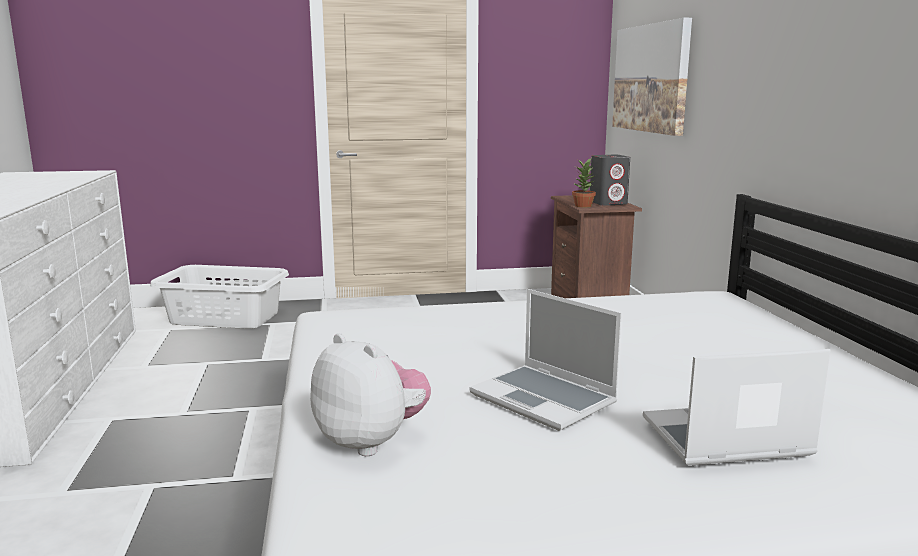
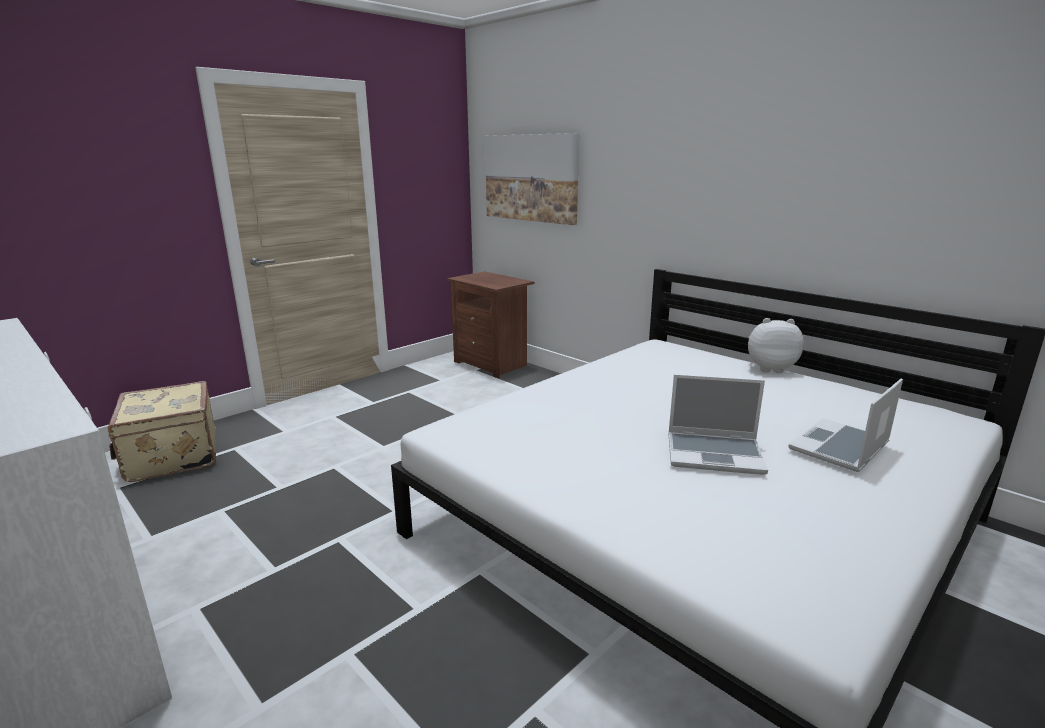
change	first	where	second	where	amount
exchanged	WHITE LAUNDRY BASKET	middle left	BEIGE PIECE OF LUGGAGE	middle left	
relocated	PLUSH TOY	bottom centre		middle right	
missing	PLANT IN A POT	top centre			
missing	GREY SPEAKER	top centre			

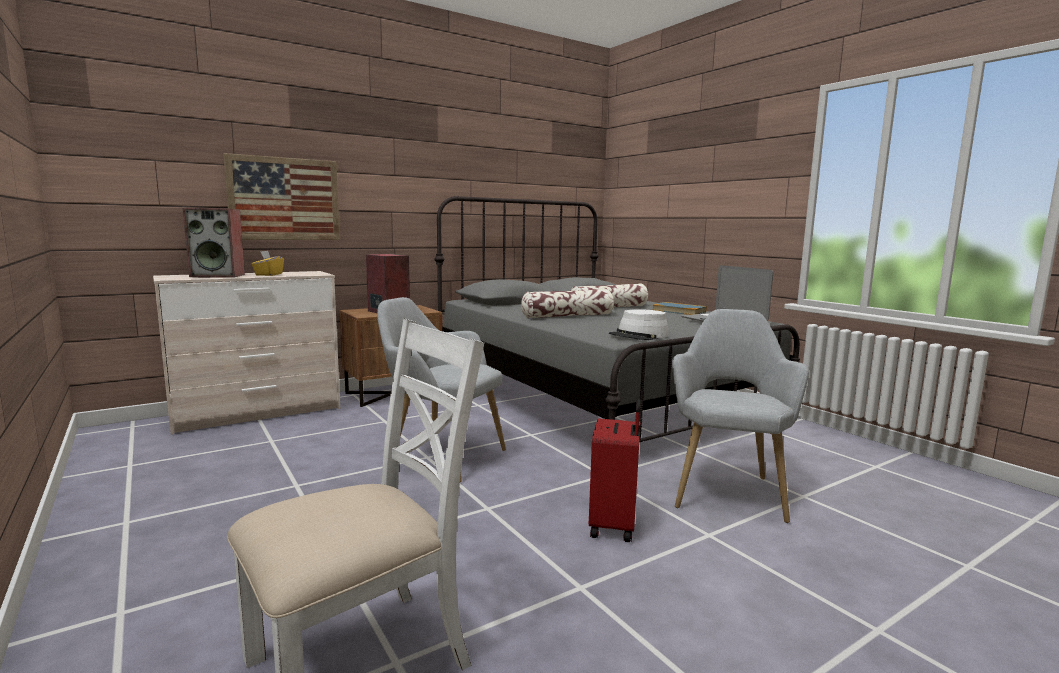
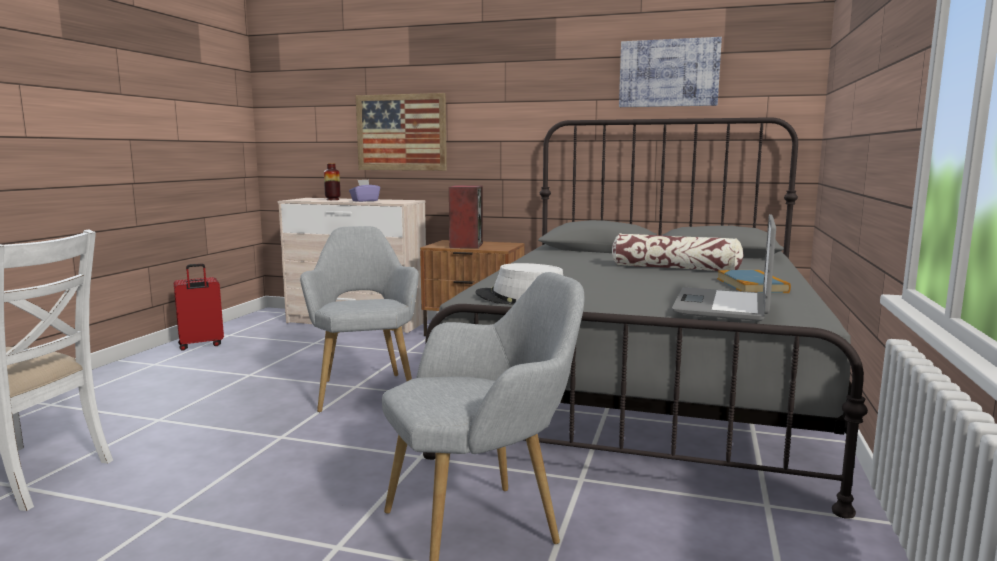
change	first	where	second	where	amount
relocated	RED PIECE OF LUGGAGE	bottom centre		middle left	
exchanged	SPEAKER (no. 1 from left)	middle left	FLOWER VASE	top left	
colour	YELLOW-COLOURED TISSUE HOLDER	middle left	PURPLE-COLOURED TISSUE HOLDER	centre	
appeared			PICTURE (no. 2 from left)	top right	
missing	THROW PILLOW (no. 1 from left)	centre			

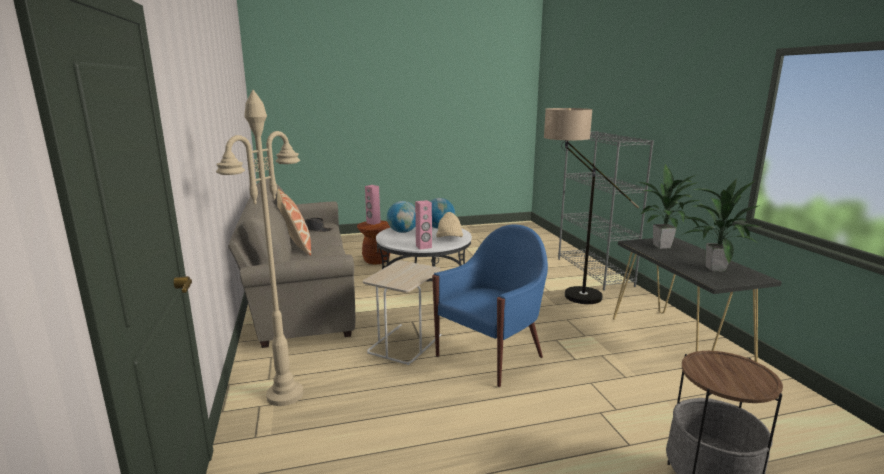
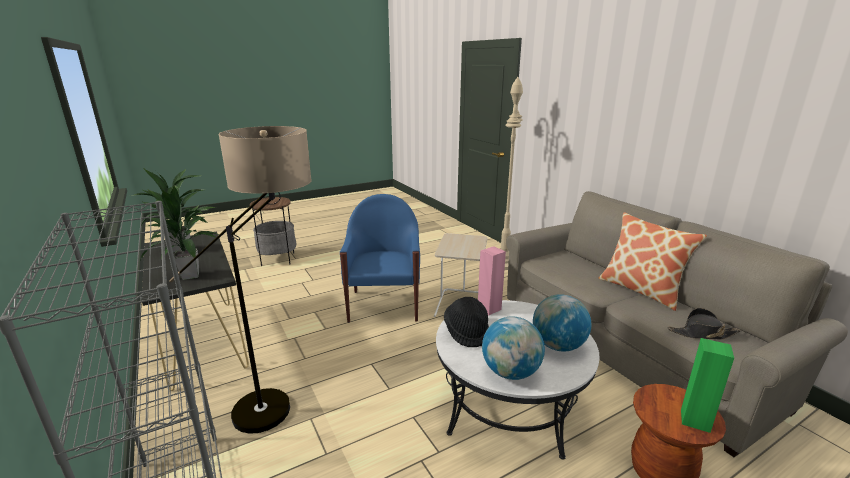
change	first	where	second	where	amount
spun	BLUE-COLOURED ARMCHAIR	centre		centre	150 degrees clockwise
colour	BEIGE WEARABLE HAT	centre	BLACK-COLOURED WEARABLE HAT (no. 1 from left)	bottom centre	
colour	PINK-COLOURED SPEAKER (no. 1 from left)	centre	GREEN SPEAKER	bottom right	

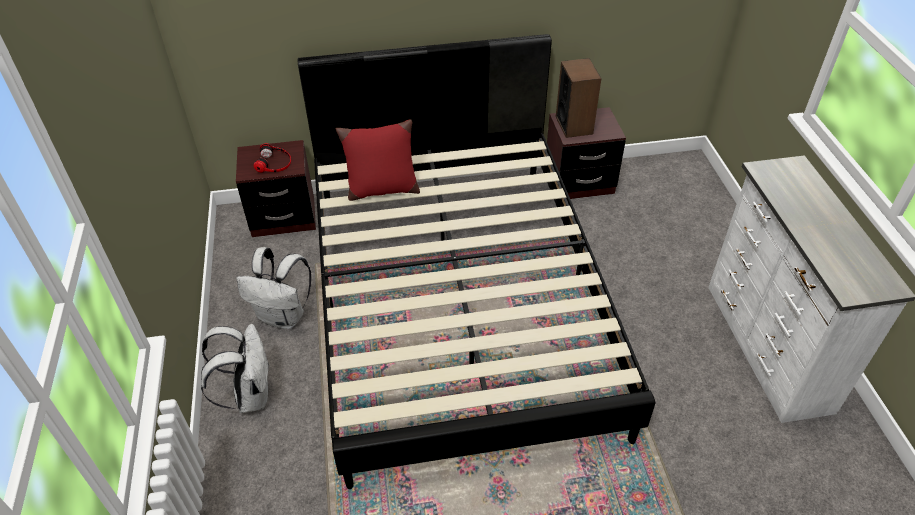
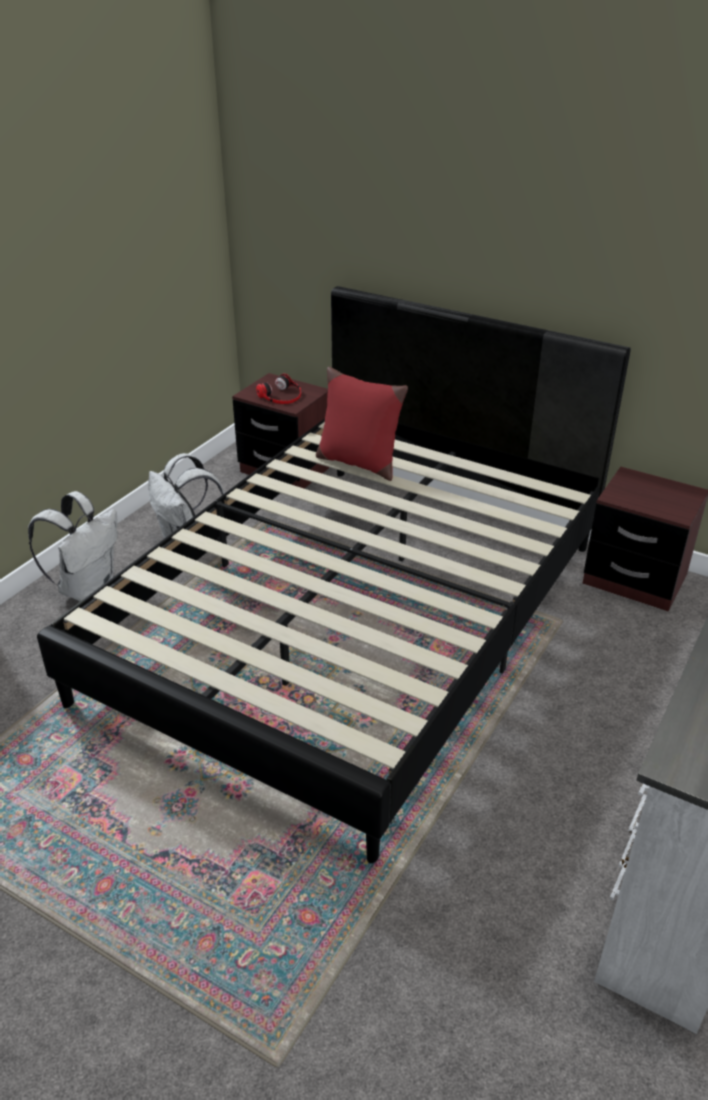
change	first	where	second	where	amount
missing	SPEAKER	top centre			

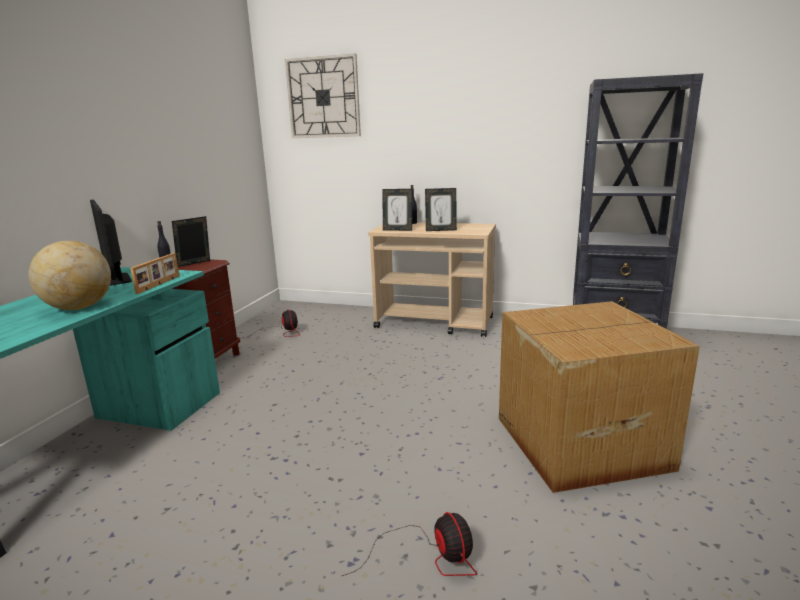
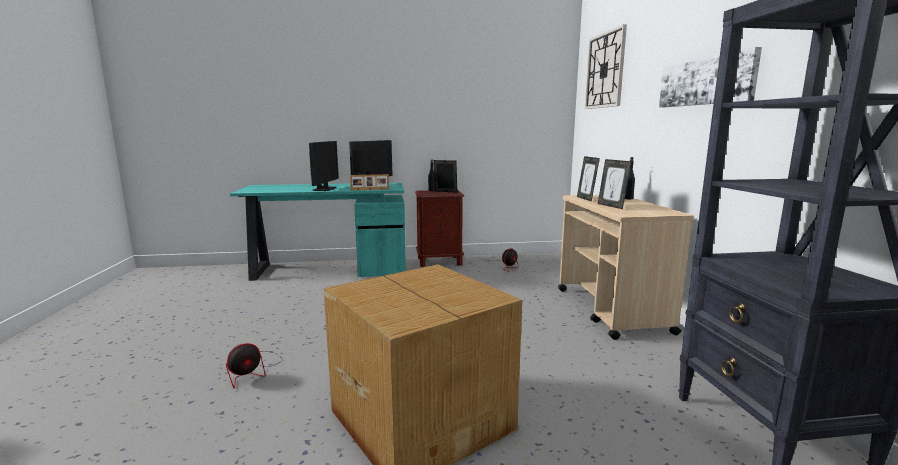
change	first	where	second	where	amount
exchanged	GLOBE	middle left	COMPUTER SCREEN (no. 1 from left)	centre	
appeared			PICTURE	top right	

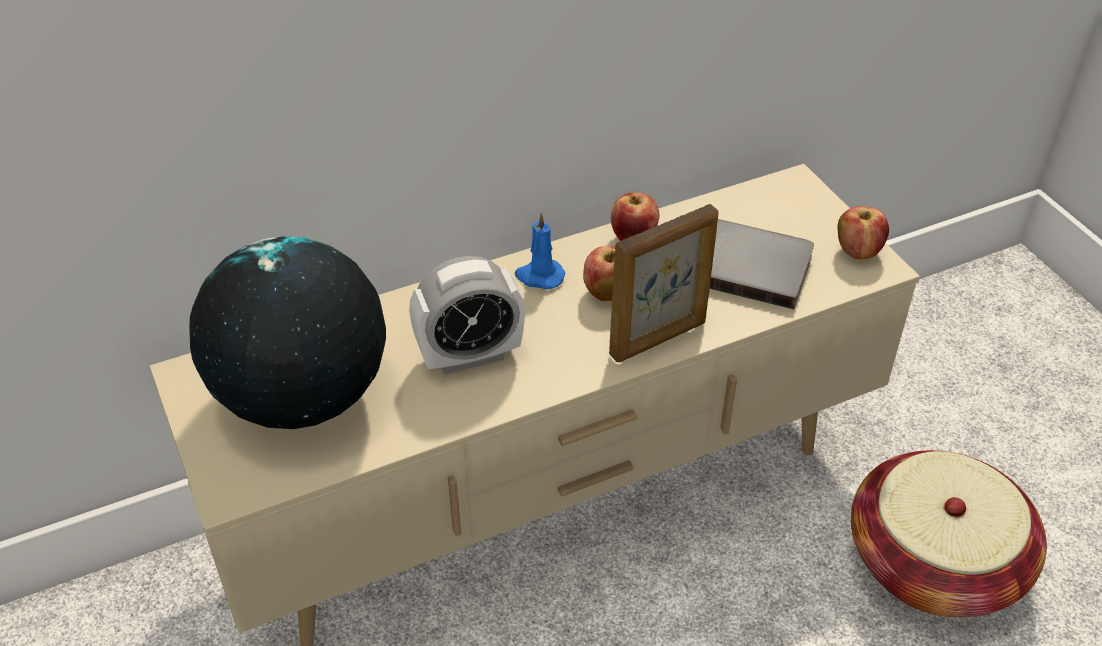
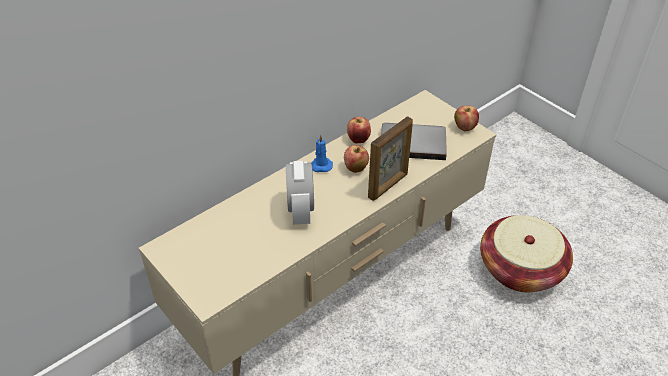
change	first	where	second	where	amount
spun	ALARM CLOCK	centre		centre	120 degrees clockwise
missing	GLOBE	middle left			

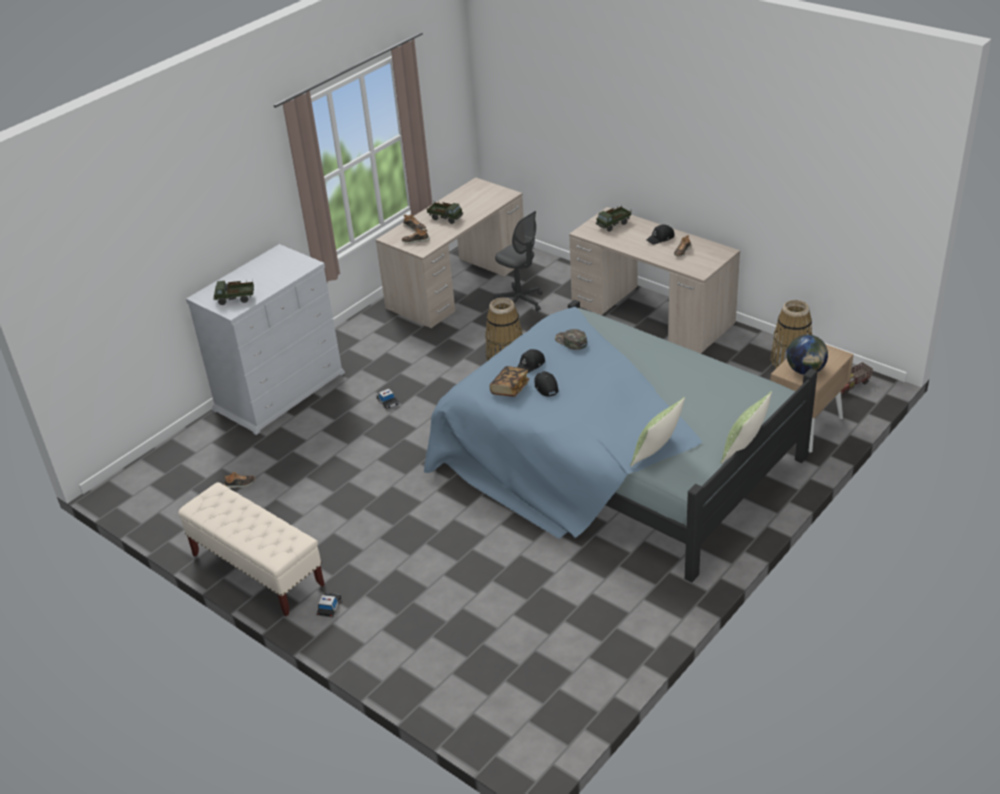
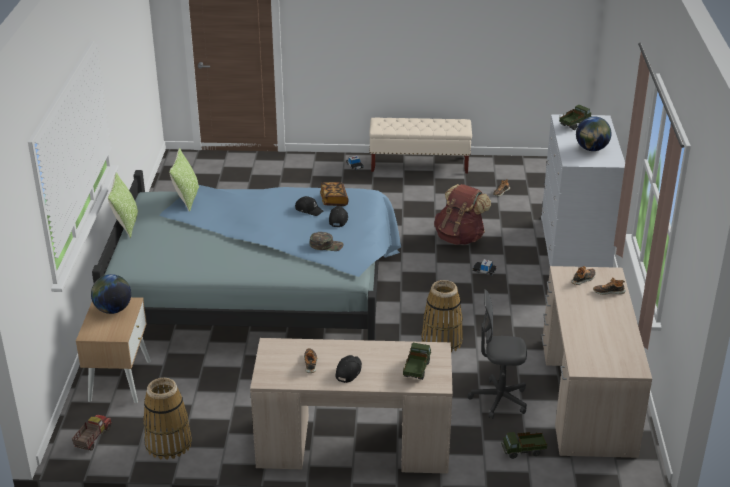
change	first	where	second	where	amount
appeared			BROWNISH KNAPSACK	centre	
relocated	TOY TRUCK (no. 2 from left in the first image)	top centre	TOY TRUCK (no. 3 from left)	bottom right	
appeared			GLOBE (no. 2 from left)	top right	

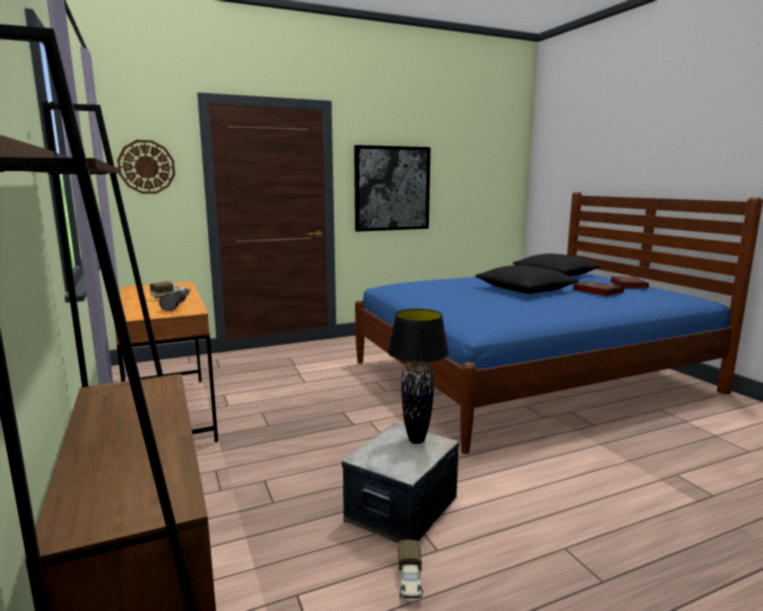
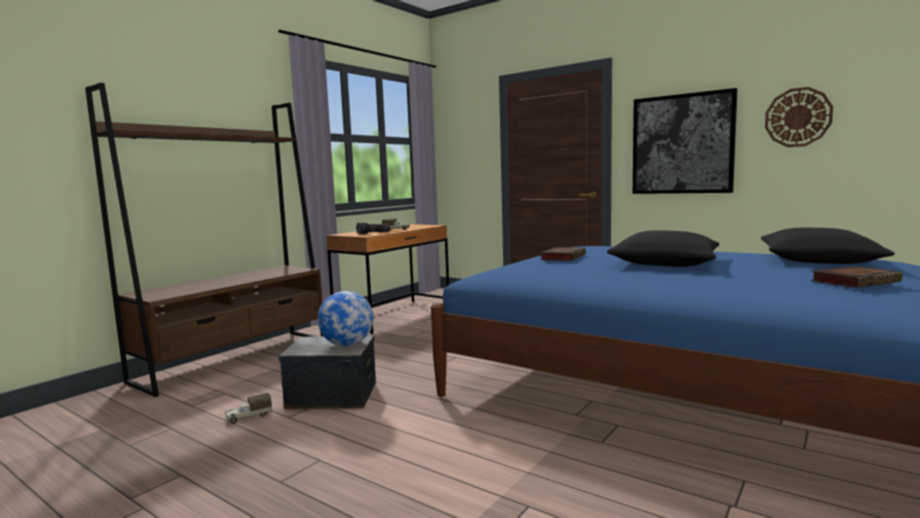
change	first	where	second	where	amount
exchanged	BLACK-COLOURED TABLETOP LAMP	centre	GLOBE	centre	
relocated	BOUND BOOK (no. 1 from left)	middle right		centre	
relocated	HANGING CLOCK	top left		top right	

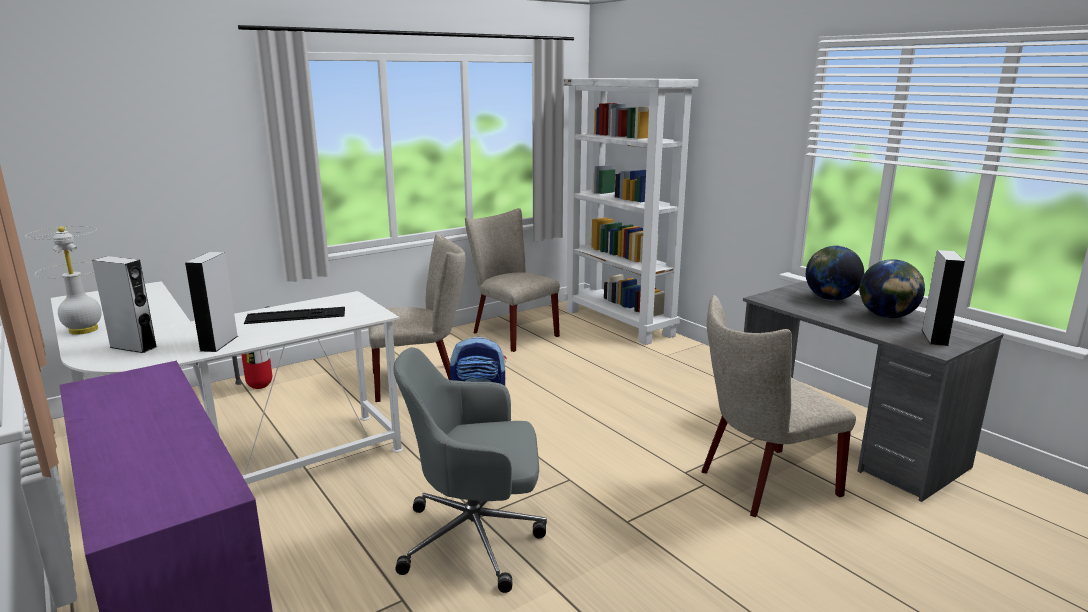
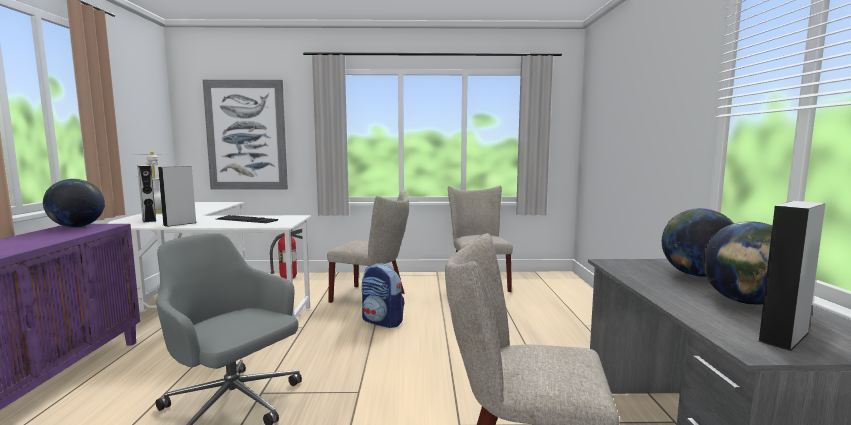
change	first	where	second	where	amount
appeared			GLOBE (no. 1 from left)	middle left	
appeared			PICTURE	top left	
missing	WHITE SHELVING UNIT	centre			

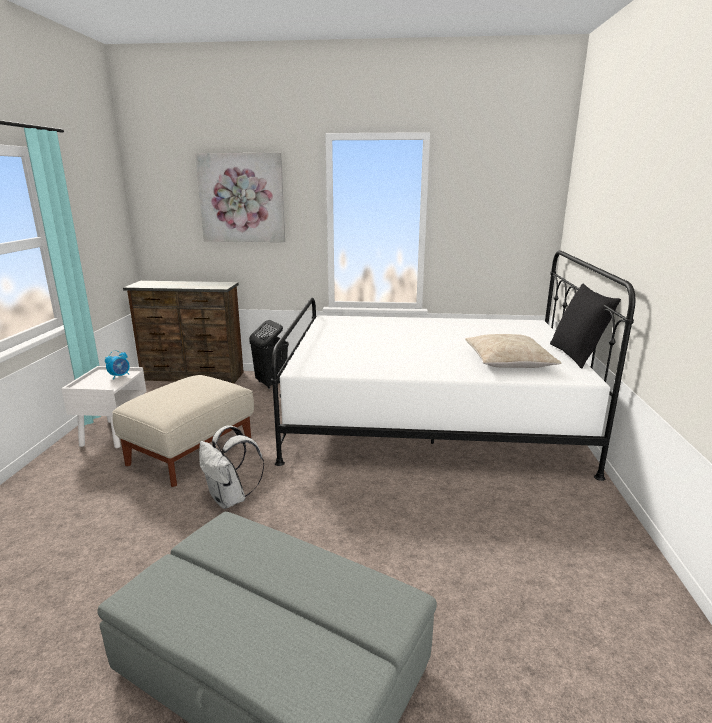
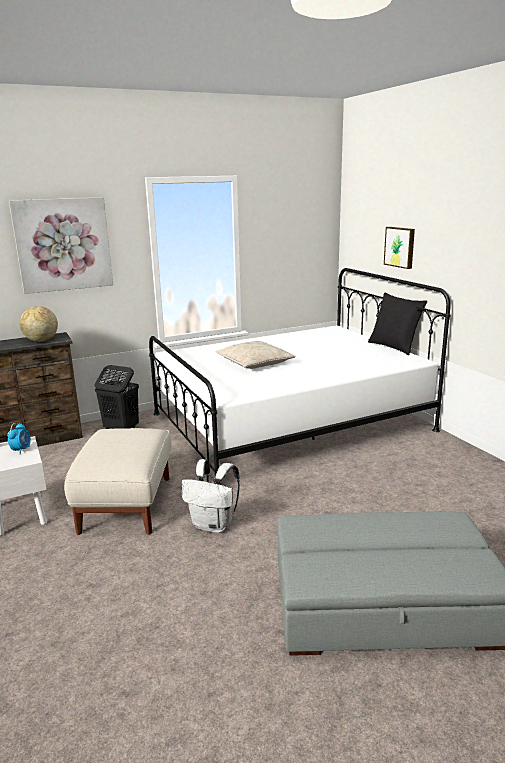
change	first	where	second	where	amount
appeared			GLOBE	middle left	
relocated	BEIGE THROW PILLOW	middle right		centre	
appeared			PICTURE (no. 2 from left)	top right	

